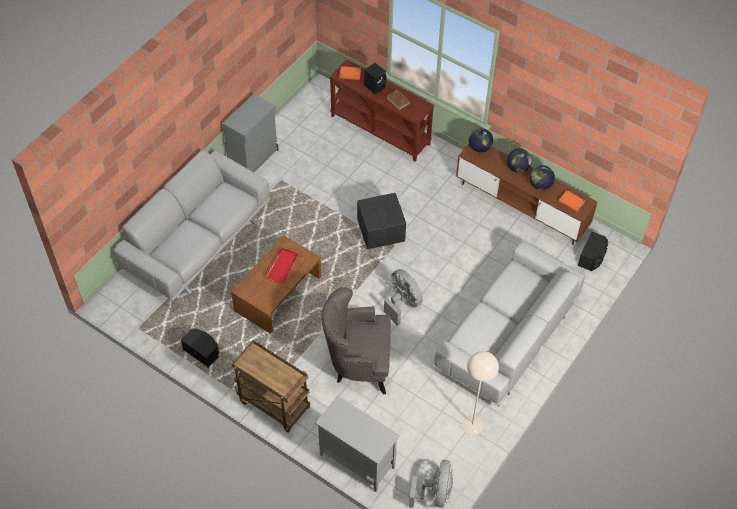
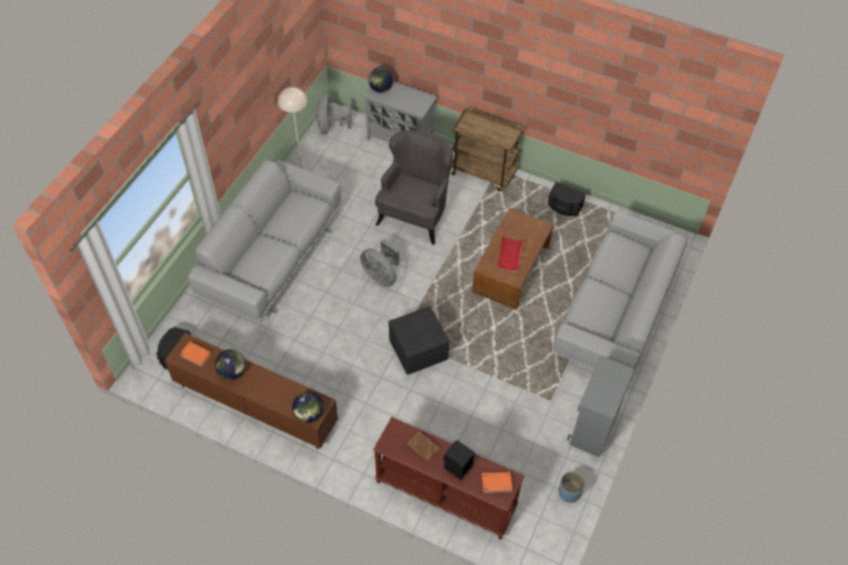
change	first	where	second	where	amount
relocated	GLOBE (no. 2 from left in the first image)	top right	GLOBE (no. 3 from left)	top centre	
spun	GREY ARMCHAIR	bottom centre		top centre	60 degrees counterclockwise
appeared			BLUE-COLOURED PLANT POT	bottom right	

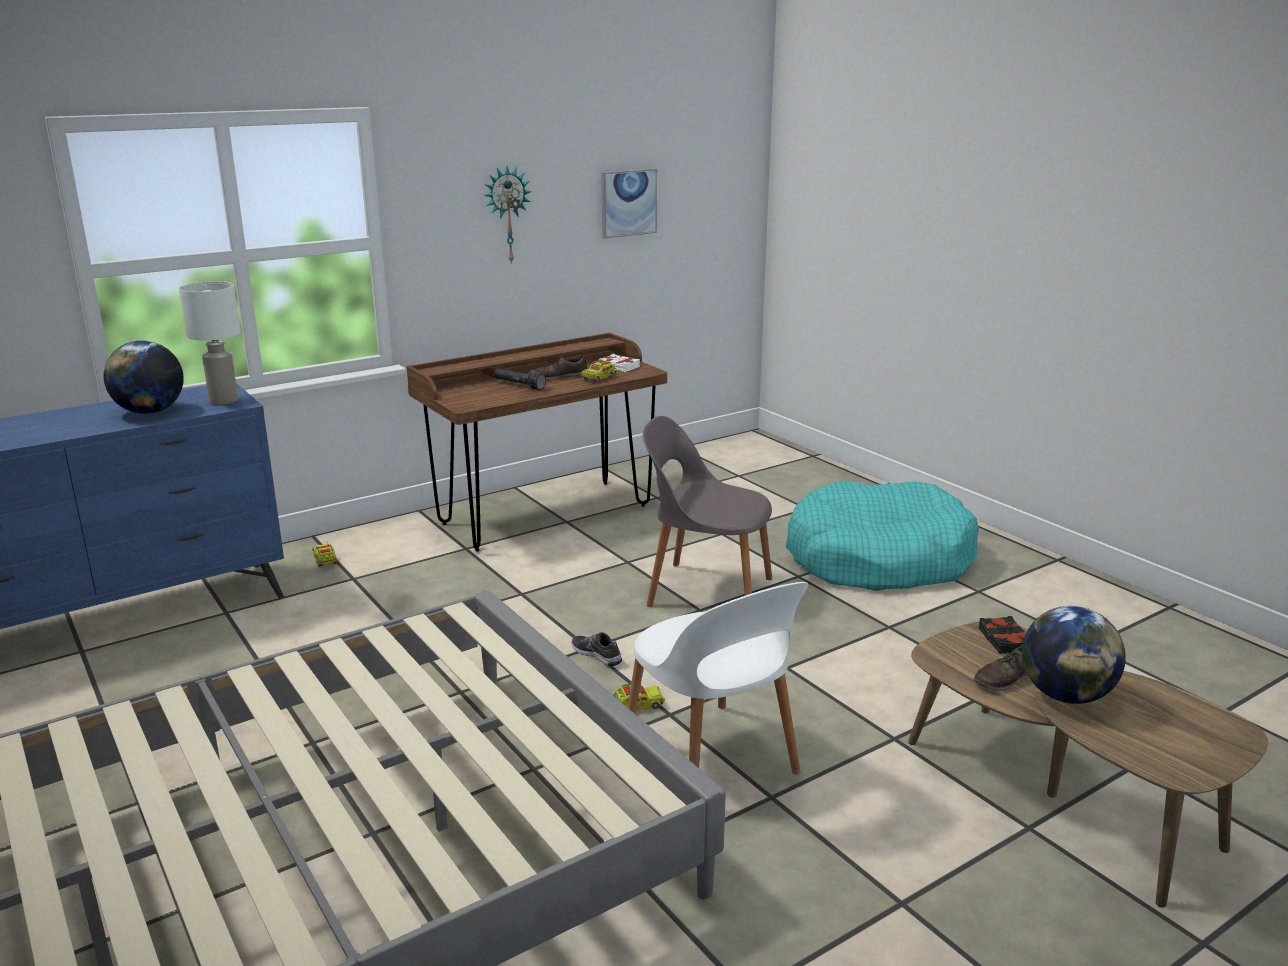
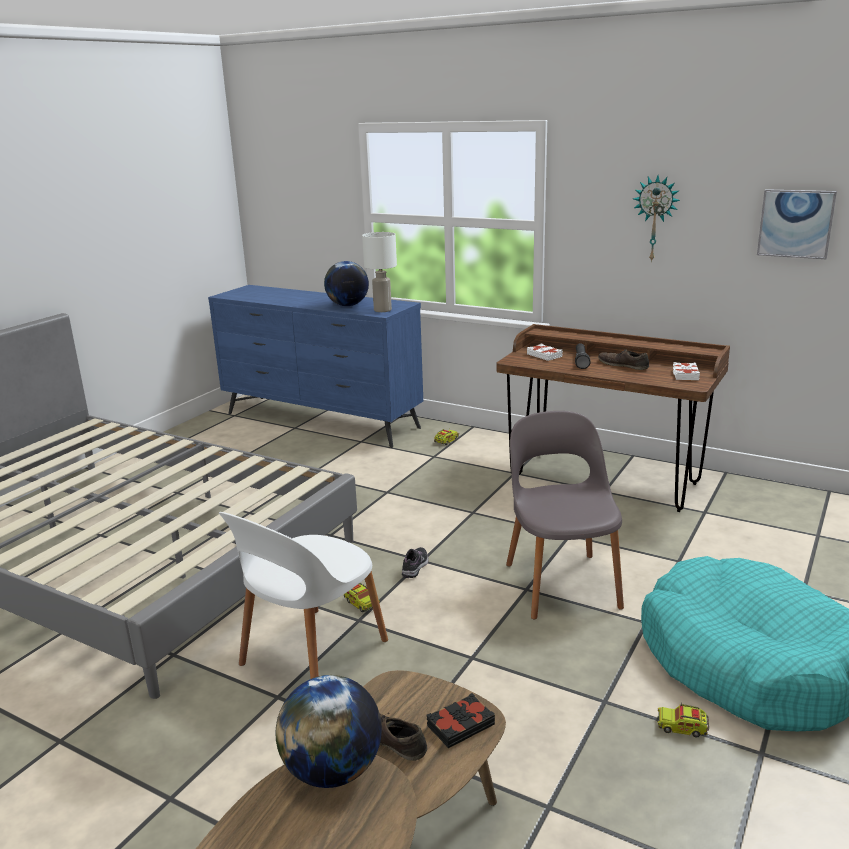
change	first	where	second	where	amount
appeared			WHITE BOUND BOOK (no. 1 from left)	centre	
relocated	TOY TRUCK (no. 2 from left in the first image)	centre	TOY TRUCK (no. 3 from left)	bottom right	

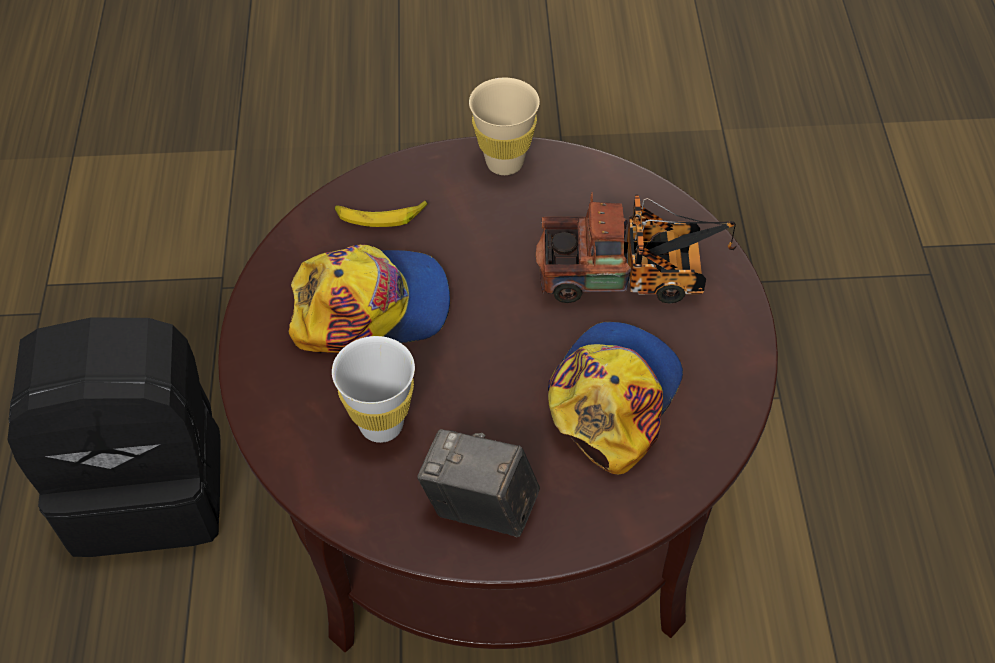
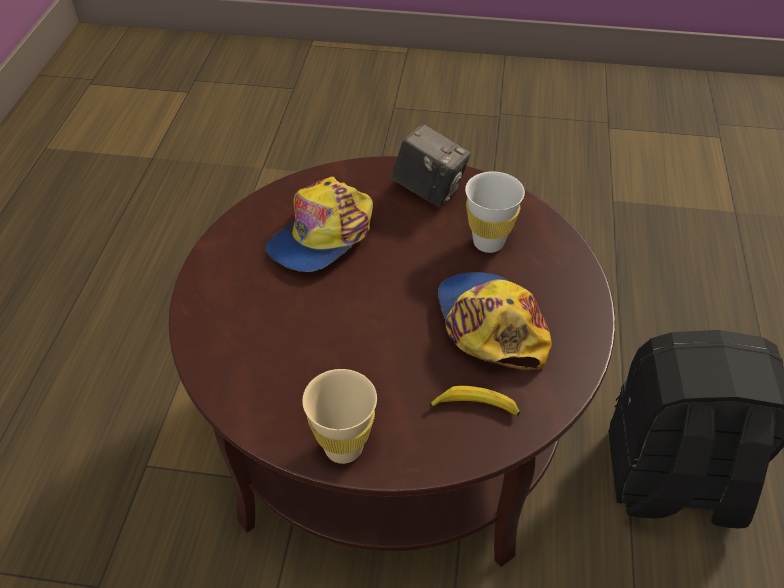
change	first	where	second	where	amount
spun	BASEBALL CAP (no. 1 from left in the first image)	centre	BASEBALL CAP (no. 2 from left)	centre	75 degrees clockwise
missing	TOY TRUCK	centre			

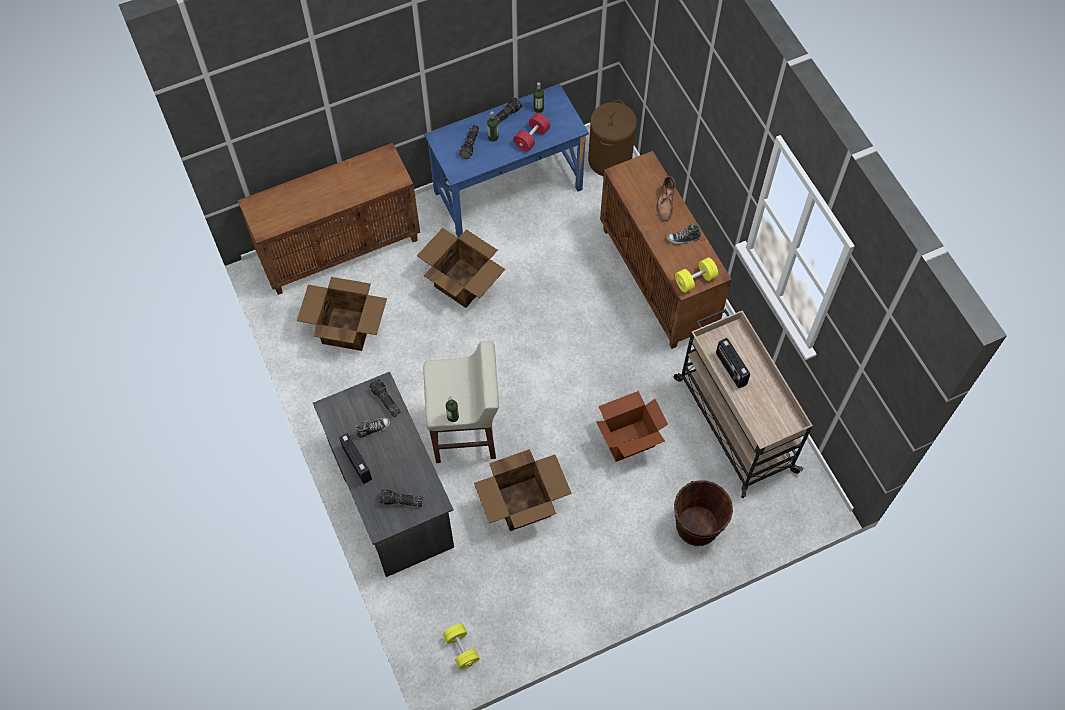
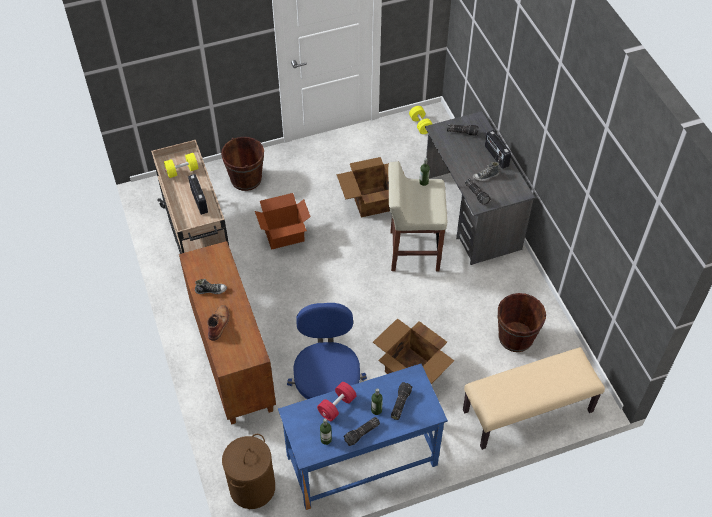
change	first	where	second	where	amount
relocated	YELLOW-COLOURED HAND WEIGHT (no. 2 from left in the first image)	centre	YELLOW-COLOURED HAND WEIGHT (no. 1 from left)	top left	
appeared			BLUE-COLOURED DESK CHAIR	bottom centre	
exchanged	BROWNISH CABINET (no. 1 from left)	top left	BEIGE LONG SEAT	bottom right	
exchanged	CARTON (no. 1 from left)	middle left	BROWNISH WATER BUCKET (no. 2 from left)	middle right	

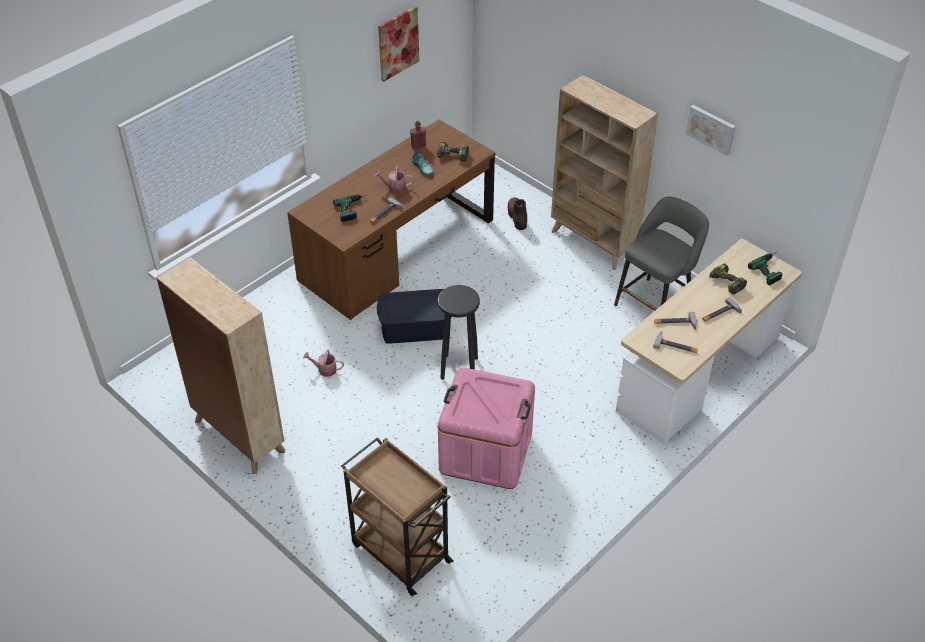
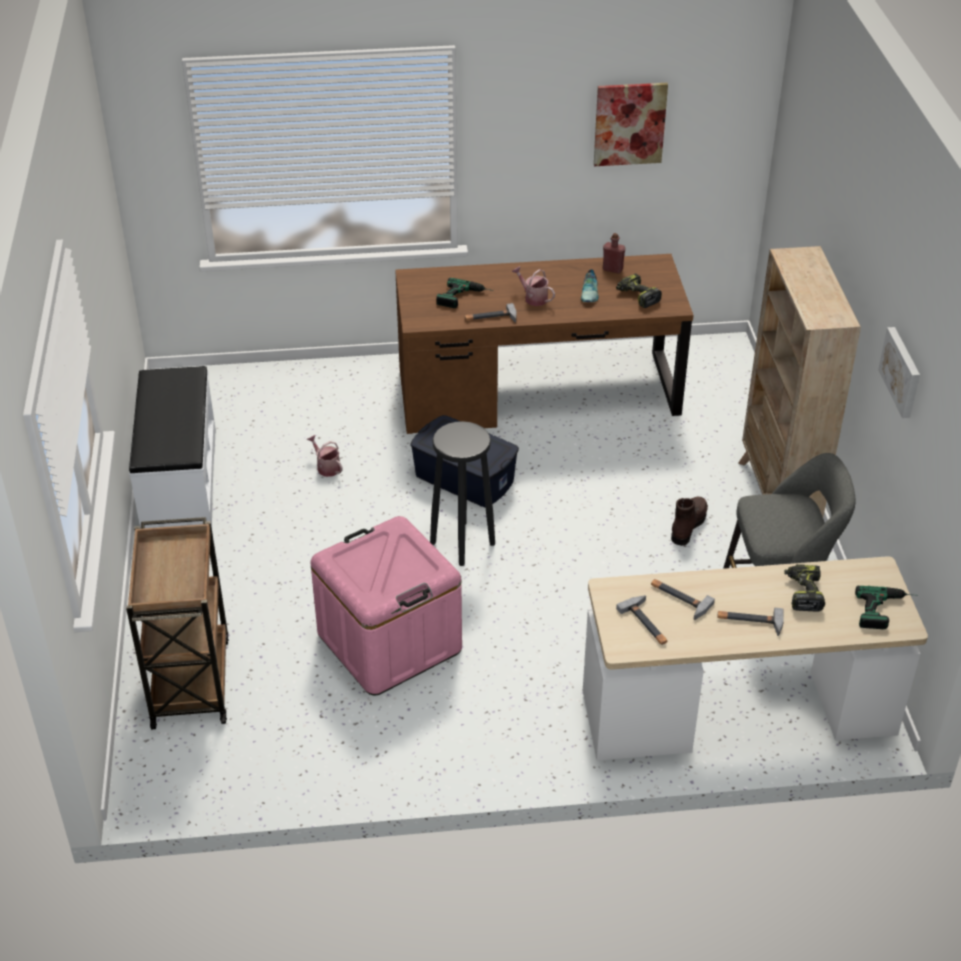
change	first	where	second	where	amount
exchanged	BEIGE SHELVING UNIT (no. 1 from left)	middle left	WHITE LONG SEAT	middle left	
relocated	BROWNISH TALL BOOT	top centre		middle right	

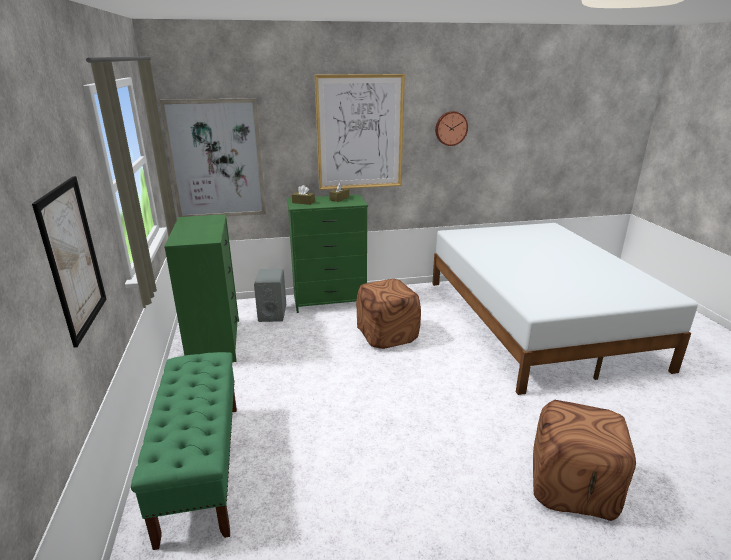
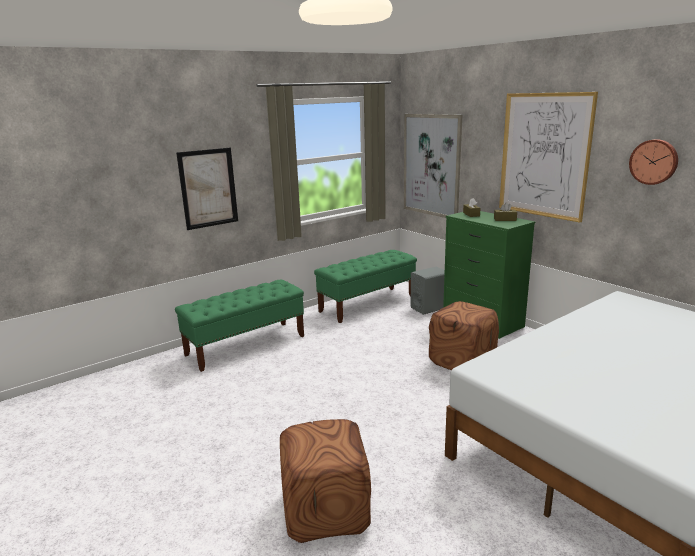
change	first	where	second	where	amount
exchanged	GREEN DRAWER CHEST (no. 1 from left)	middle left	GREEN LONG SEAT (no. 2 from left)	centre	

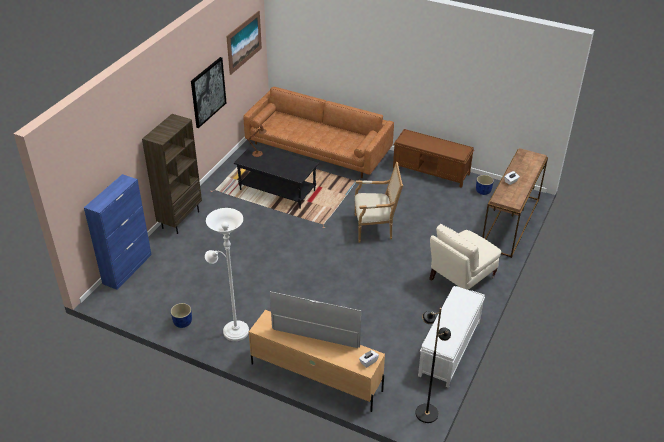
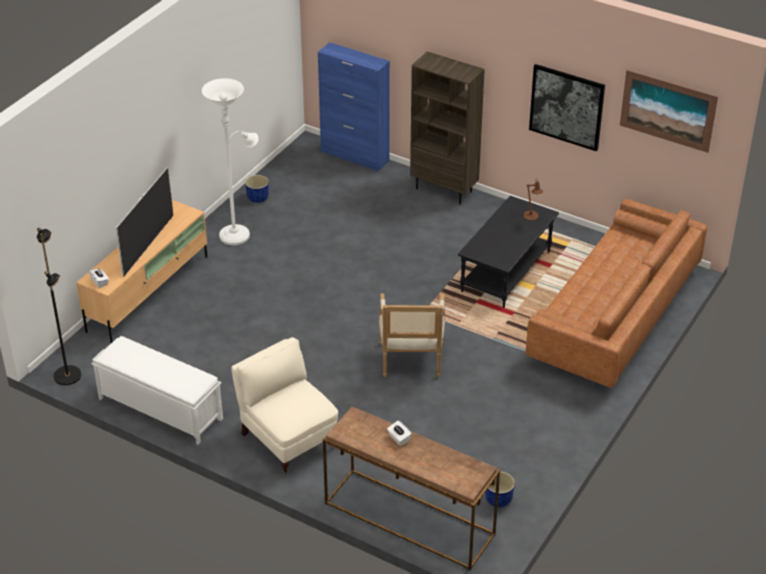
change	first	where	second	where	amount
missing	BROWNISH LONG SEAT	centre			

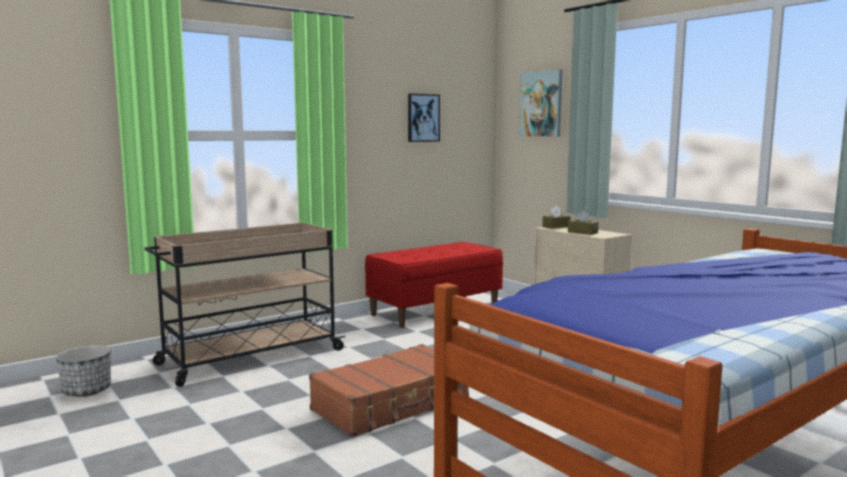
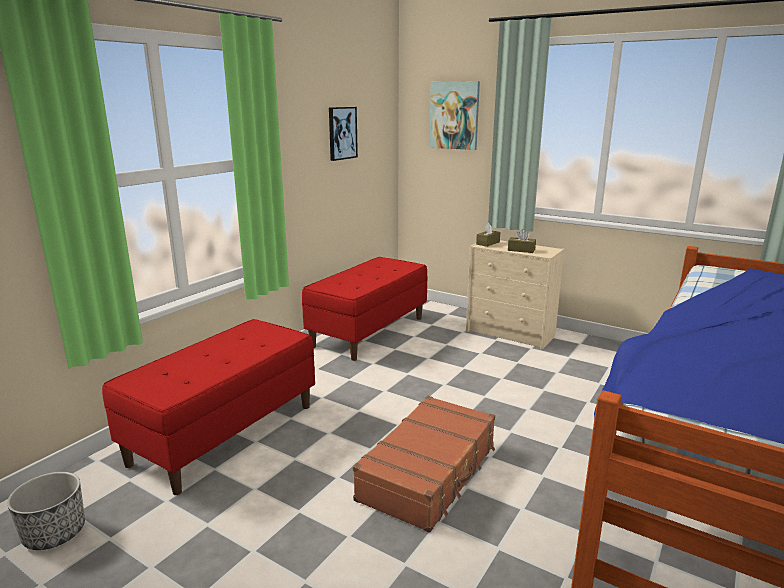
change	first	where	second	where	amount
exchanged	BEIGE TROLLEY	middle left	RED LONG SEAT (no. 1 from left)	bottom left	

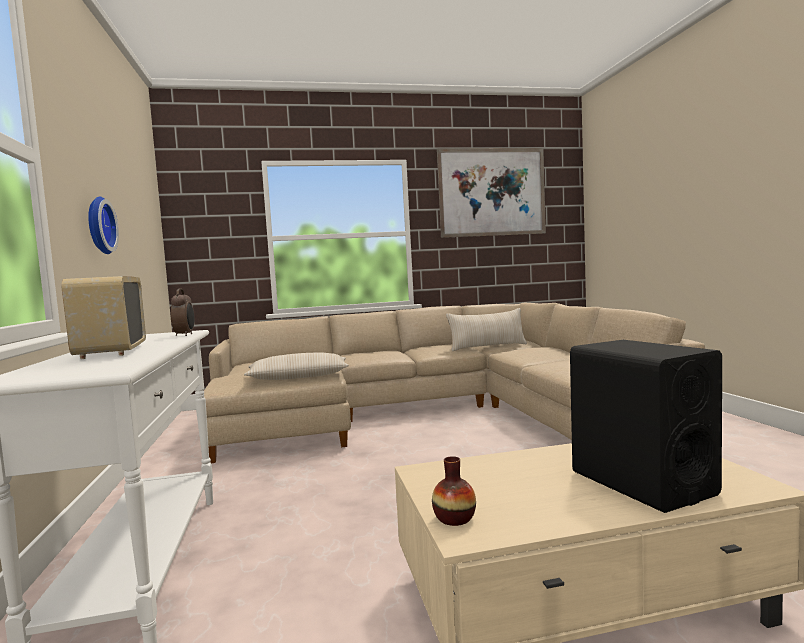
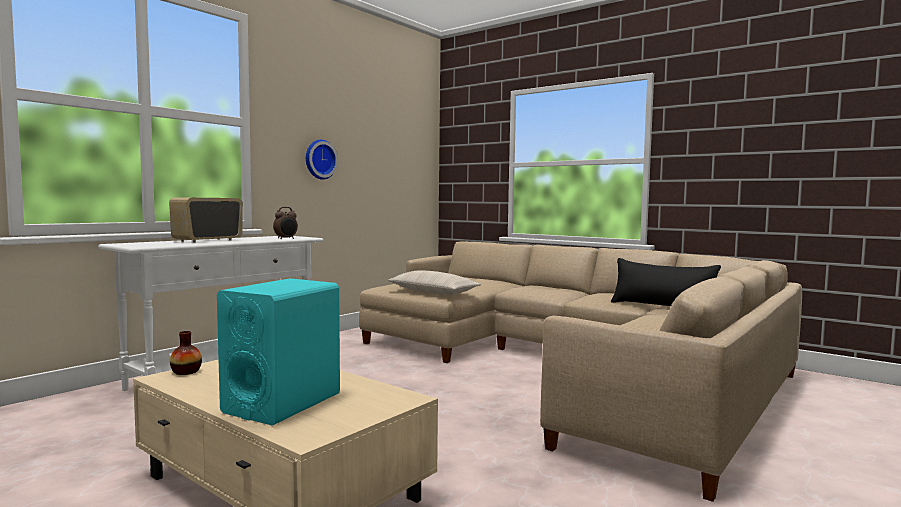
change	first	where	second	where	amount
colour	BLACK-COLOURED SPEAKER	middle right	BLUE-GREEN SPEAKER	bottom left	
colour	BEIGE THROW PILLOW (no. 2 from left)	centre	BLACK-COLOURED THROW PILLOW	middle right	
missing	PICTURE	top centre			

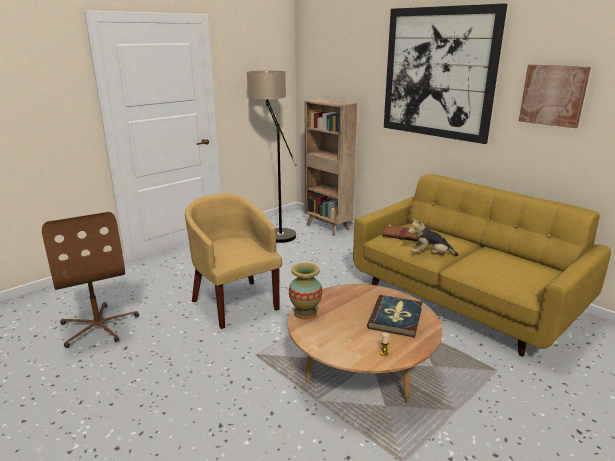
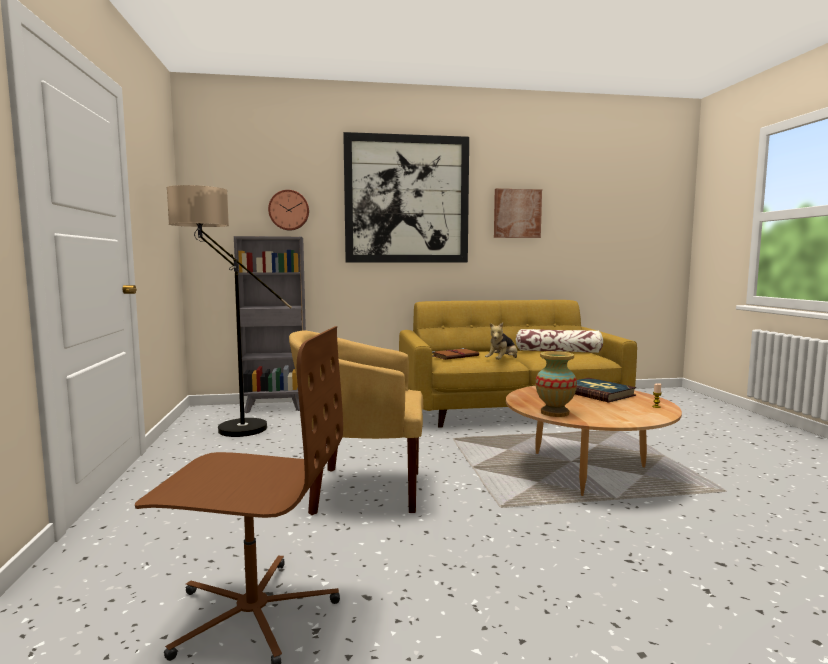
change	first	where	second	where	amount
colour	BROWNISH SHELVING UNIT	centre	GREY SHELVING UNIT	middle left	
appeared			HANGING CLOCK	top centre	
appeared			THROW PILLOW	middle right	

